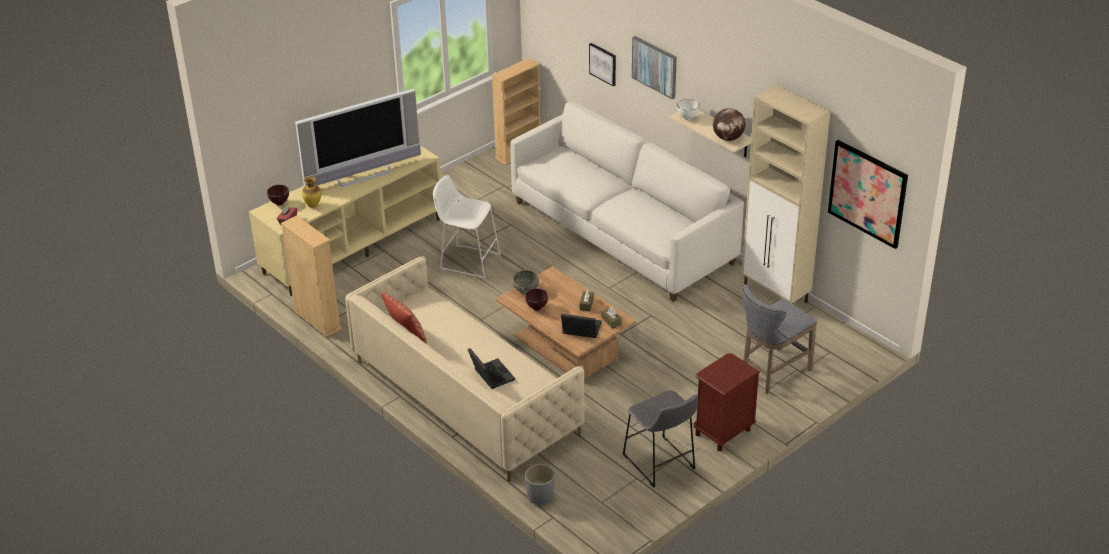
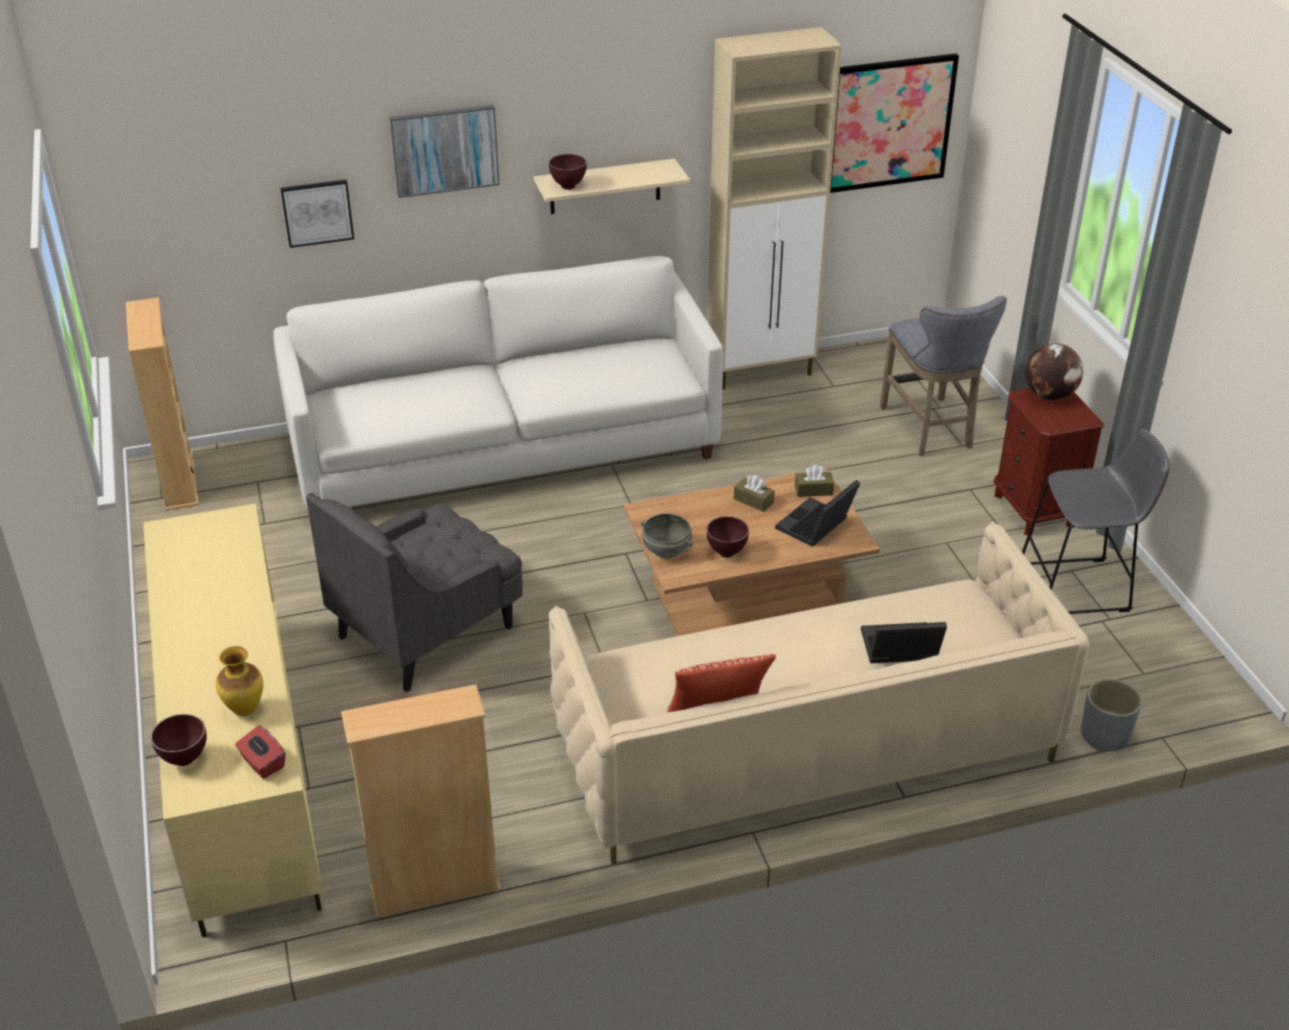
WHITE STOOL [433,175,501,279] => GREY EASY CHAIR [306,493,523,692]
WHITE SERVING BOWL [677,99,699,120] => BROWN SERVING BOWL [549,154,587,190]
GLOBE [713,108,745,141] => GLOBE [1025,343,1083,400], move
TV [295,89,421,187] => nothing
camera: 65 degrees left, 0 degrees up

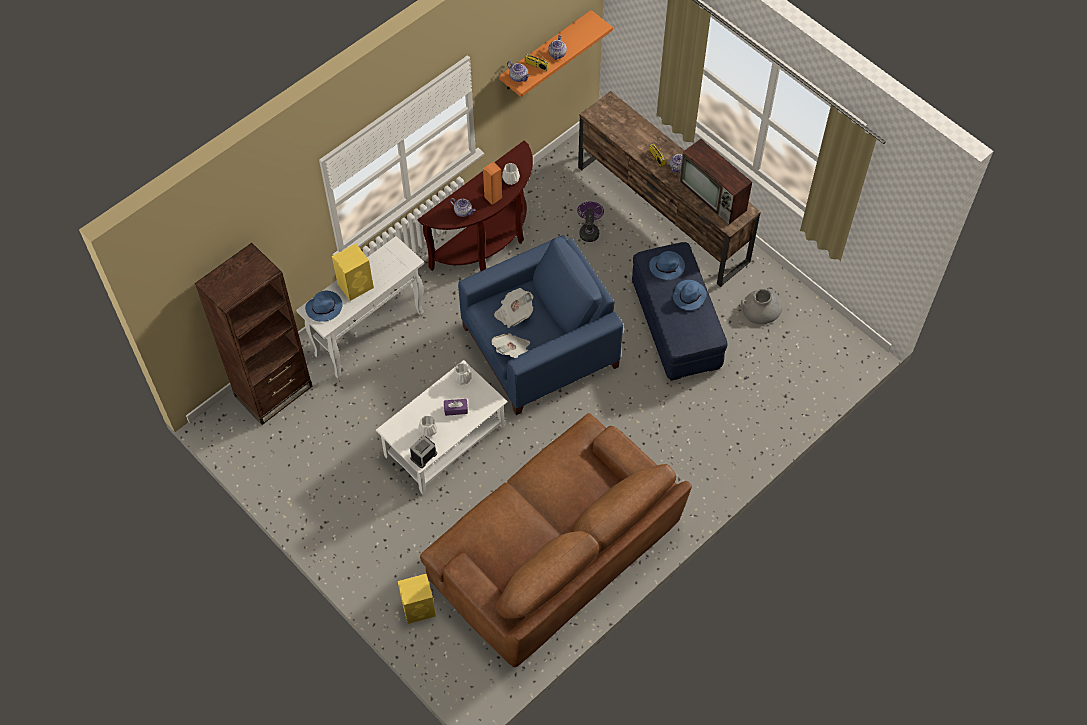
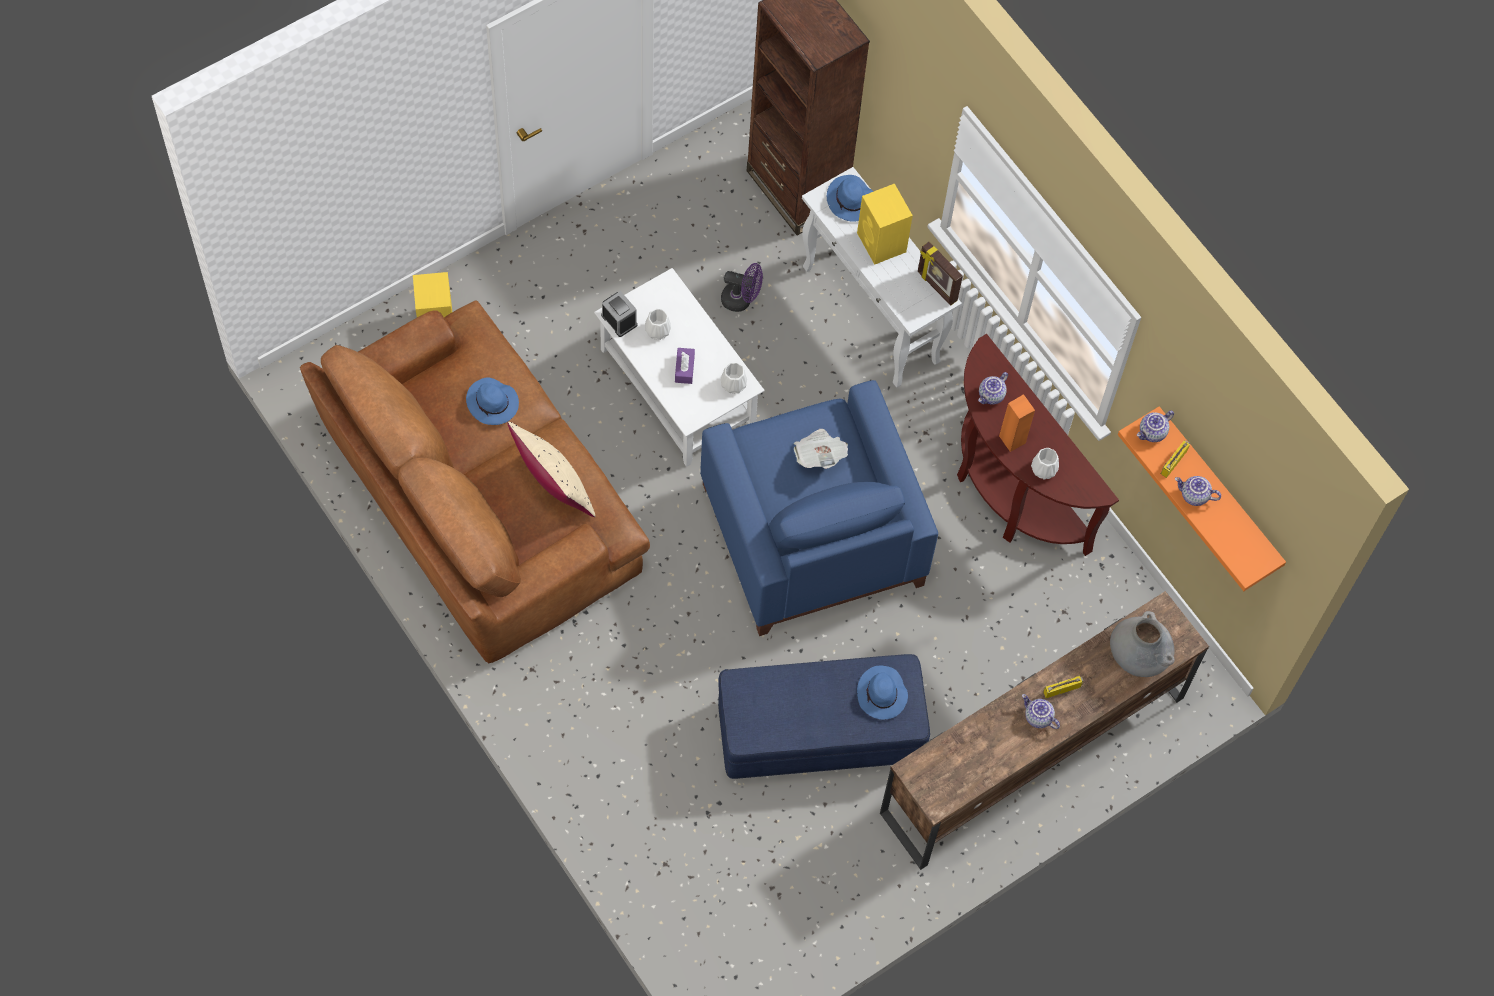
BLUE HAT [673,280,707,310] => BLUE HAT [466,377,519,425], move
nothing => SAND-COLOURED CUSHION [507,422,595,517]
PURPLISH FAN [577,202,604,242] => PURPLISH FAN [721,263,763,312], move
nothing => STANDING FRAME [918,242,963,305]
GREY DECORATIVE VASE [741,287,782,324] => GREY DECORATIVE VASE [1110,611,1175,677], move
PRINTED PAPER [491,333,530,358] => nothing
TV [679,139,752,224] => nothing
camera: 95 degrees right, 5 degrees up

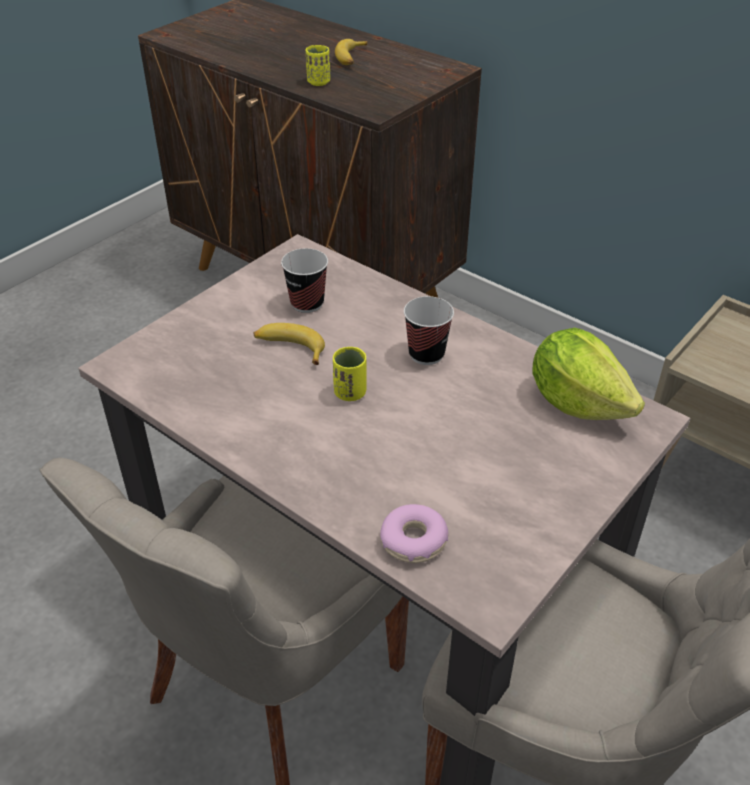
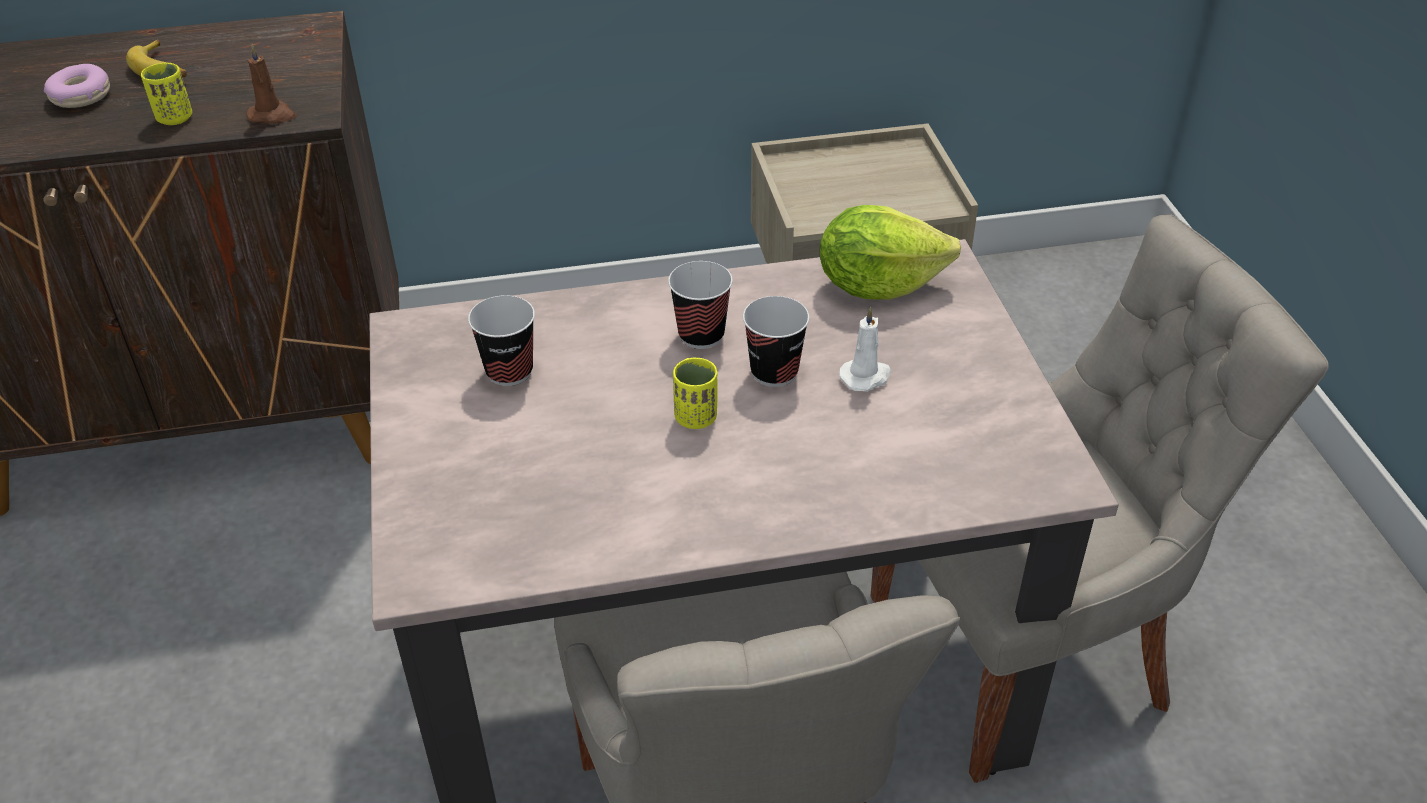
DONUT [380,504,449,563] => DONUT [44,64,110,108], move
nothing => BROWN WAX LIGHT [247,44,296,124]
nothing => SMALL CUP [743,296,809,387]
nothing => WHITE WAX LIGHT [839,307,891,391]
BANANA FRUIT [253,323,325,365] => nothing
camera: 50 degrees left, 0 degrees up

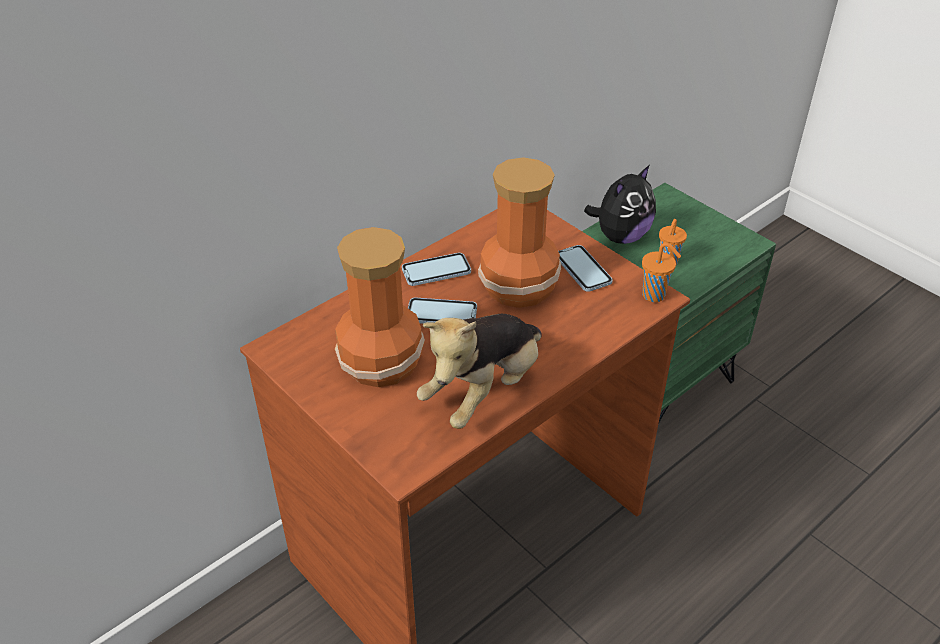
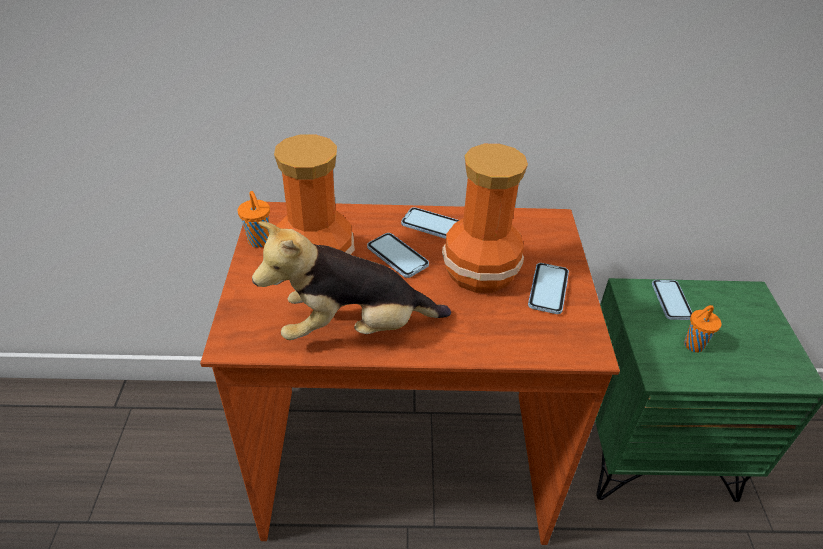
ORANGEY SMALL CUP [642,243,681,302] => ORANGEY SMALL CUP [238,191,270,248], move
SOFT TOY [584,165,656,244] => TELEPHONE [652,280,692,320]
camera: 40 degrees right, 0 degrees up

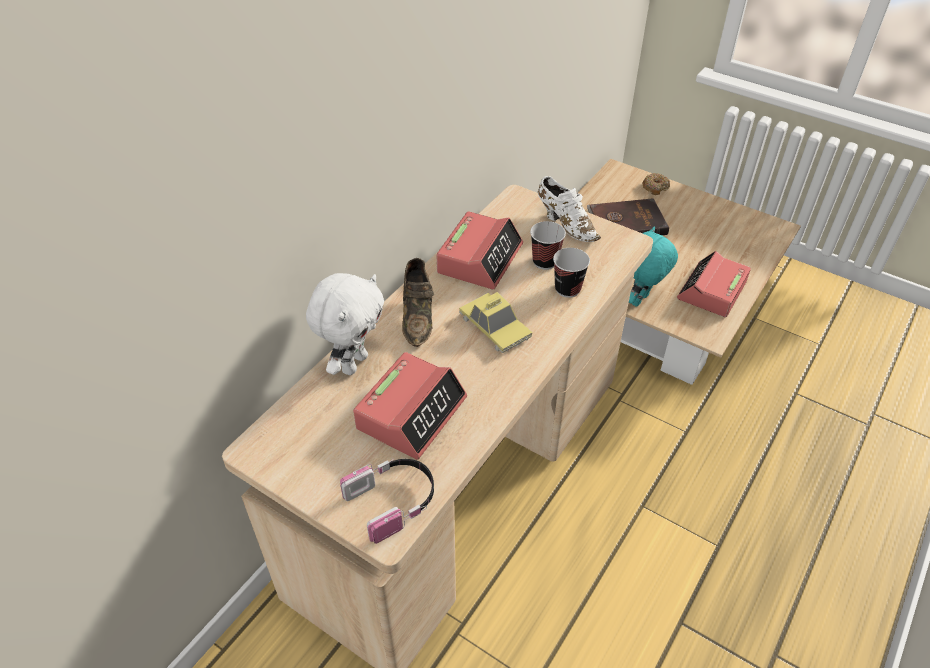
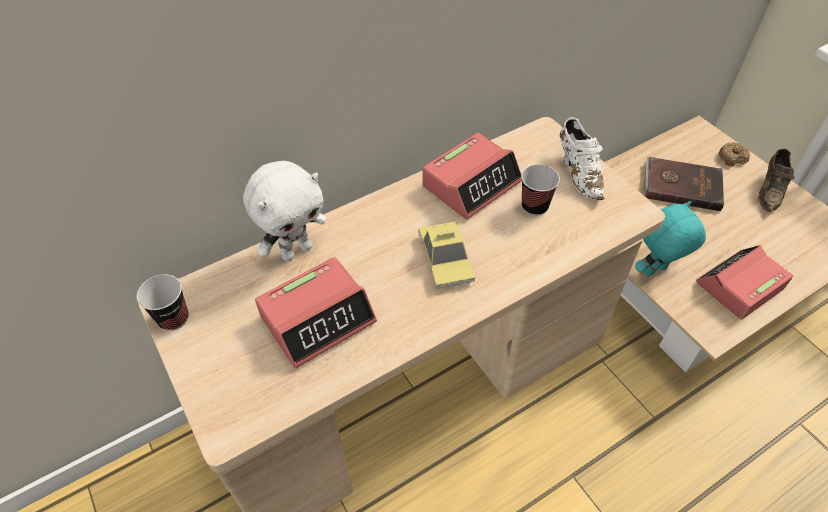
SMALL CUP [553,248,590,298] => SMALL CUP [137,274,188,331], move
BROWN ITEM OF FOOTWEAR [402,258,434,347] => BROWN ITEM OF FOOTWEAR [758,149,794,212], move
HEADPHONES [340,459,434,544] => nothing
camera: 25 degrees right, 5 degrees up

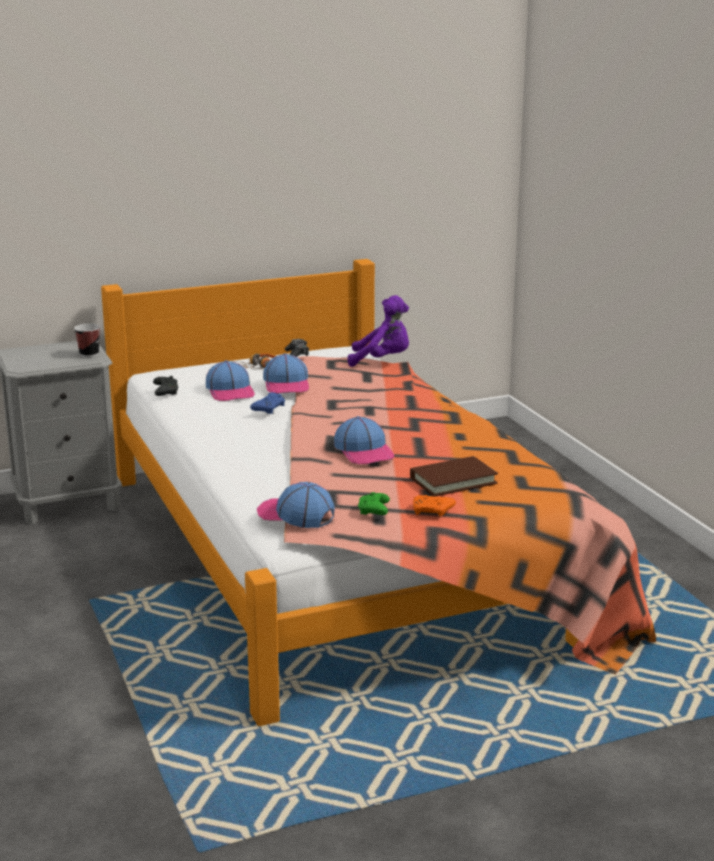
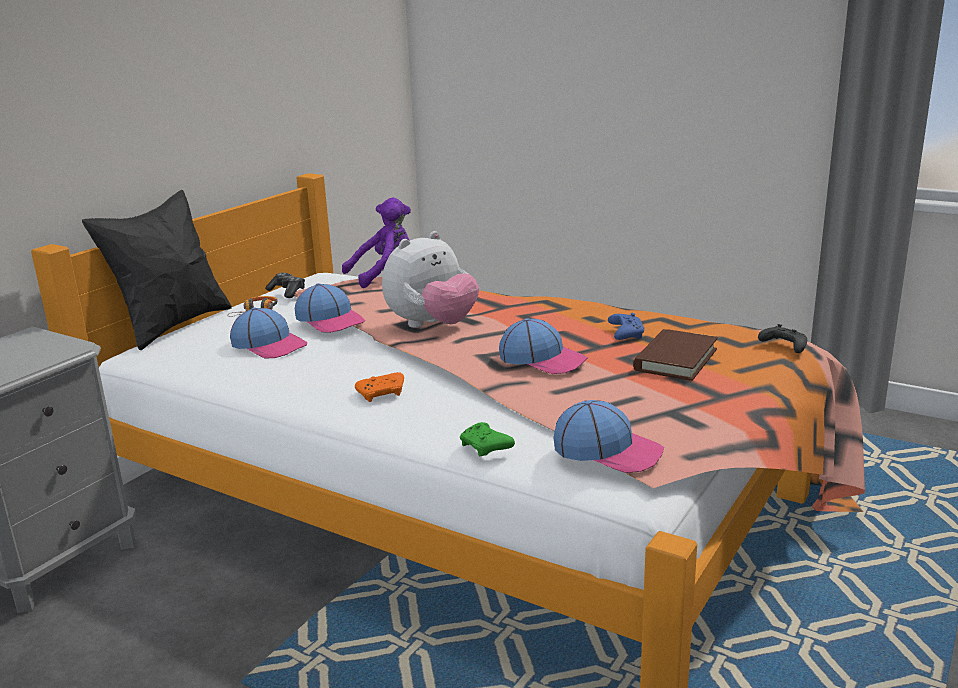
nothing => BLACK CUSHION [82,190,232,350]
ORANGEY JOYPAD [413,495,456,517] => ORANGEY JOYPAD [355,372,404,402], move
nothing => SOFT TOY [382,231,479,328]
GREEN JOYPAD [358,492,390,515] => GREEN JOYPAD [460,422,515,456], move
CAP [257,482,335,528] => CAP [553,400,664,473], 150 degrees counterclockwise
BLUE JOYPAD [250,392,285,414] => BLUE JOYPAD [608,313,645,340], move
BLACK JOYPAD [153,376,178,396] => BLACK JOYPAD [758,324,807,353], move
SMALL CUP [74,323,100,357] => nothing
camera: 35 degrees left, 0 degrees up

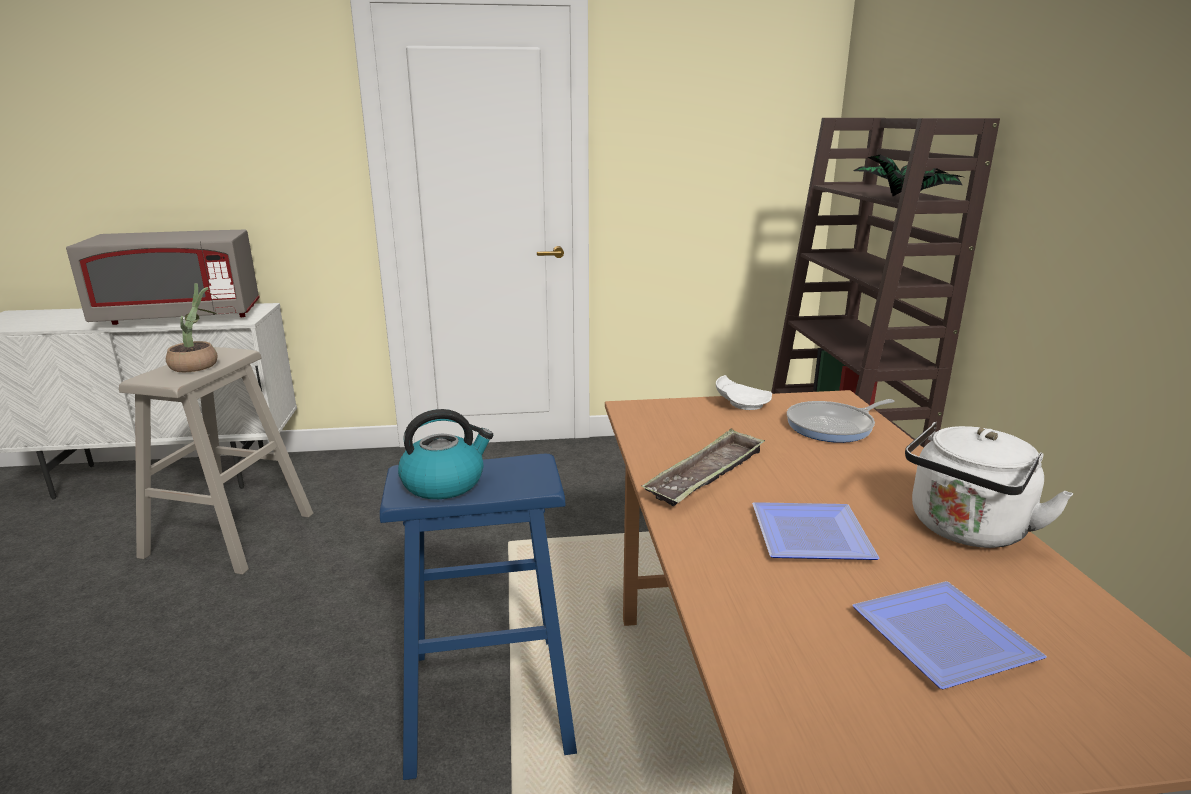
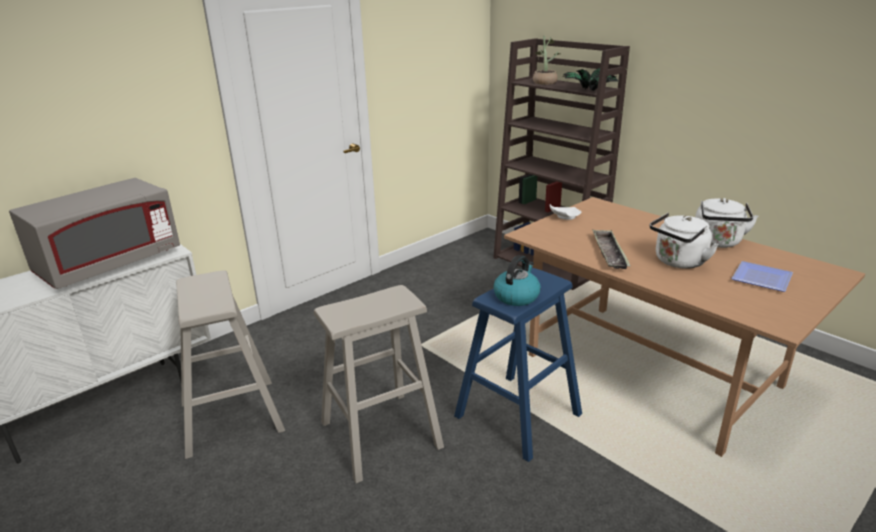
nothing => SAND-COLOURED STOOL [314,285,444,483]
HOUSEPLANT [166,283,219,372] => HOUSEPLANT [533,36,560,85], move
DINNER PLATE [752,502,879,560] => WHITE TEA KETTLE [650,213,719,269]
PAN [787,399,894,443] => nothing
camera: 35 degrees left, 5 degrees up

